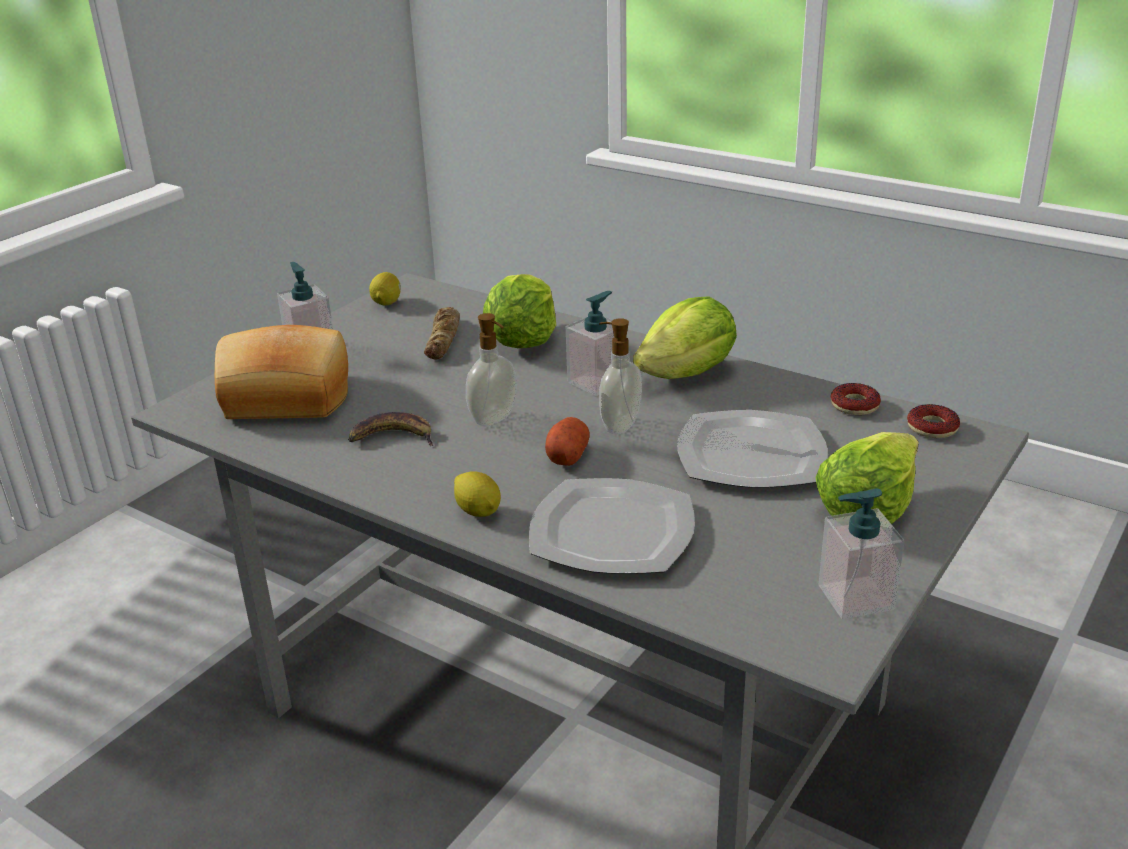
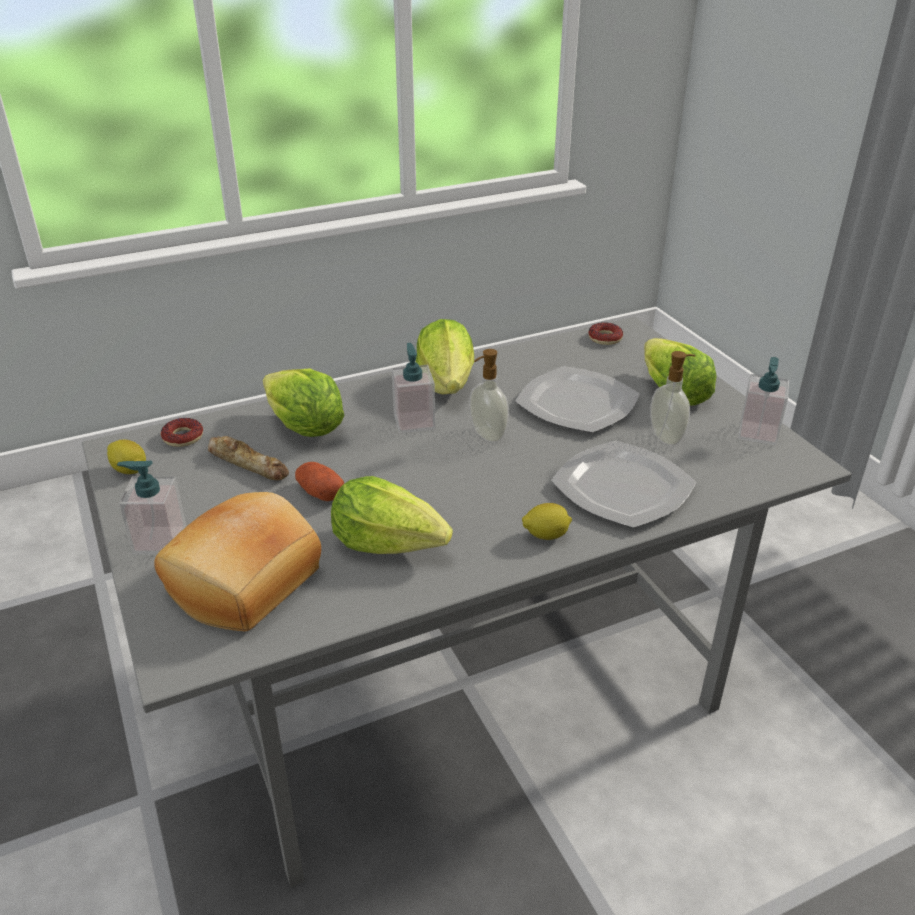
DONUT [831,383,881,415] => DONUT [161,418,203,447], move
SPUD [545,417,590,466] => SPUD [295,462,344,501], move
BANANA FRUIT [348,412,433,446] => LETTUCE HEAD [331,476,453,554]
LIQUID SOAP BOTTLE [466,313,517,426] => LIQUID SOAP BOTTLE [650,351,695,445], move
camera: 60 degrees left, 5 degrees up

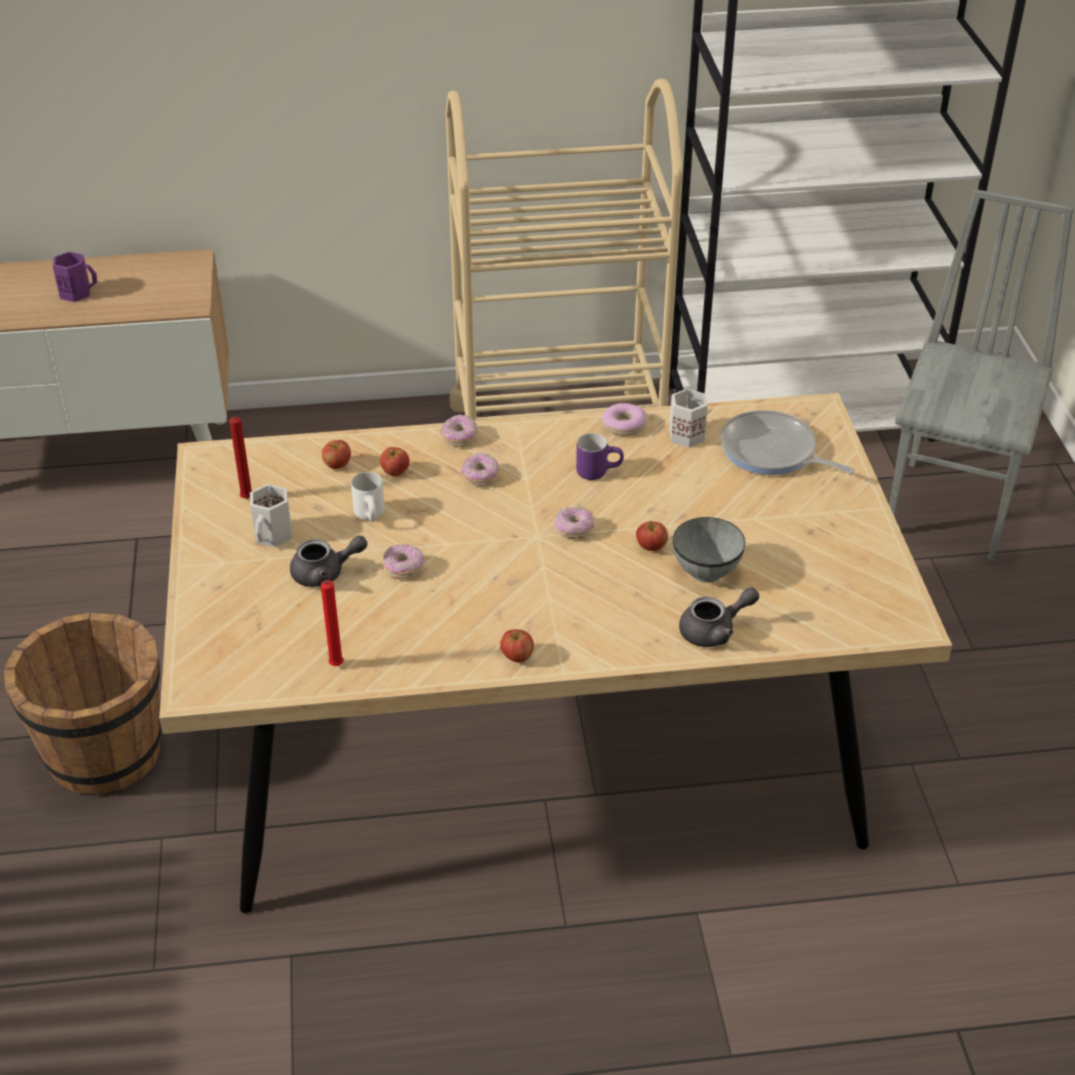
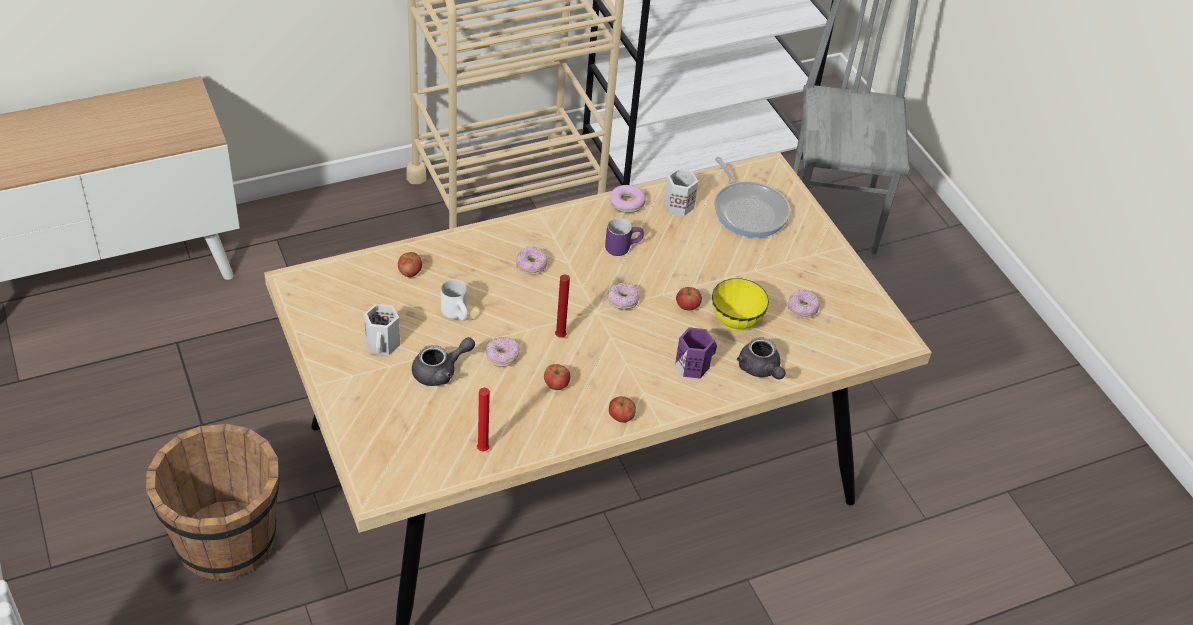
APPLE [380,447,410,476] => APPLE [544,364,570,390], move
RED WAX LIGHT [229,416,252,499] => RED WAX LIGHT [555,275,570,338], move
PURPLISH COFFEE MUG [53,252,97,302] => PURPLISH COFFEE MUG [675,327,717,378], move
GREY SERVING BOWL [673,517,746,583] => YELLOW-COLOURED SERVING BOWL [712,278,769,331]
PAN [720,410,855,475] => PAN [714,157,790,238], 135 degrees counterclockwise
GREY POT FOR TEA [679,587,759,647] => GREY POT FOR TEA [737,337,786,379], 105 degrees clockwise
DONUT [441,414,478,447] => DONUT [788,289,820,319], move
camera: 20 degrees left, 5 degrees up

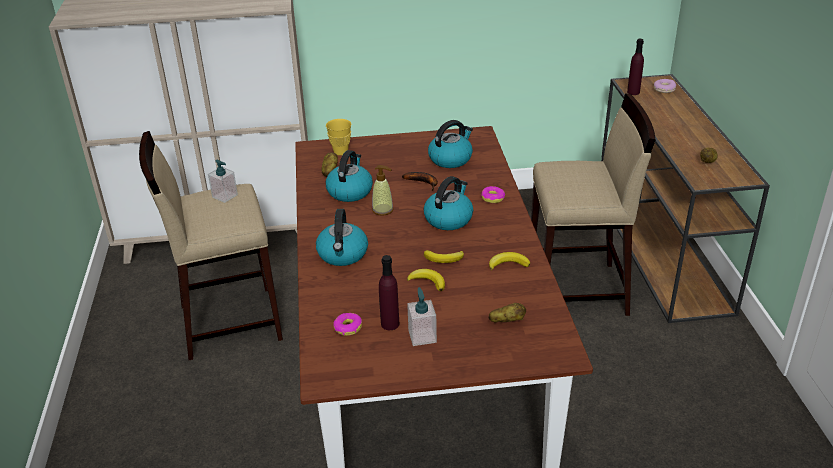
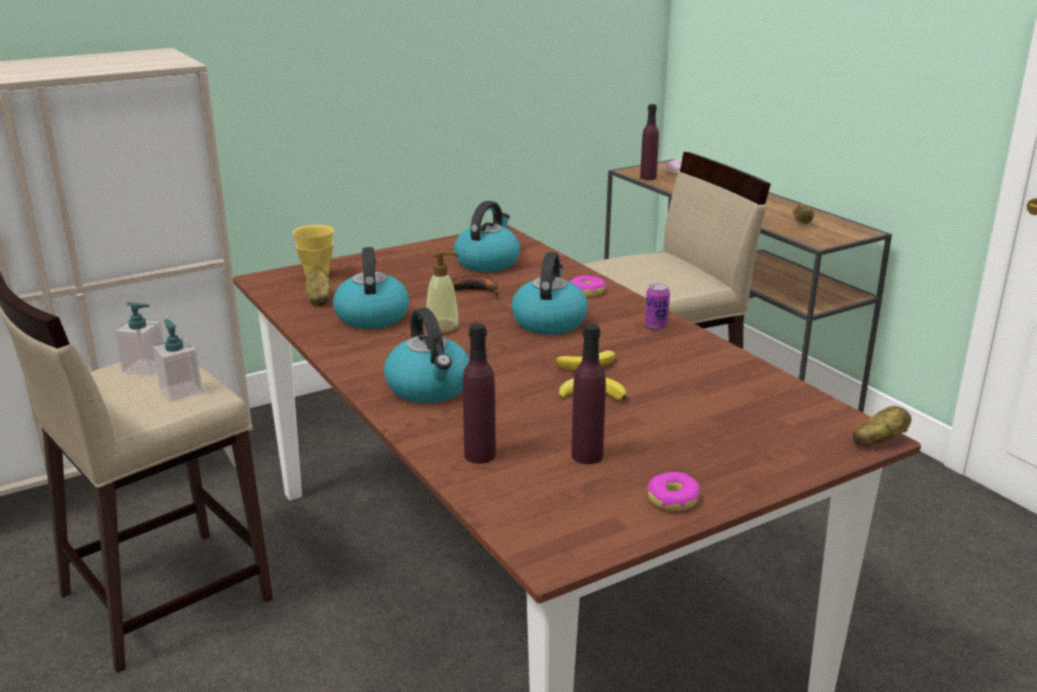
LIQUID SOAP BOTTLE [407,287,437,346] => LIQUID SOAP BOTTLE [153,319,203,401], move
nothing => PURPLISH BOTTLE [463,323,496,464]
nothing => CAN [645,283,670,330]
DONUT [333,313,362,336] => DONUT [648,472,700,511], move
SPUD [489,303,526,323] => SPUD [853,406,911,446], move
BANANA FRUIT [489,252,530,271] => nothing
camera: 25 degrees left, 10 degrees down

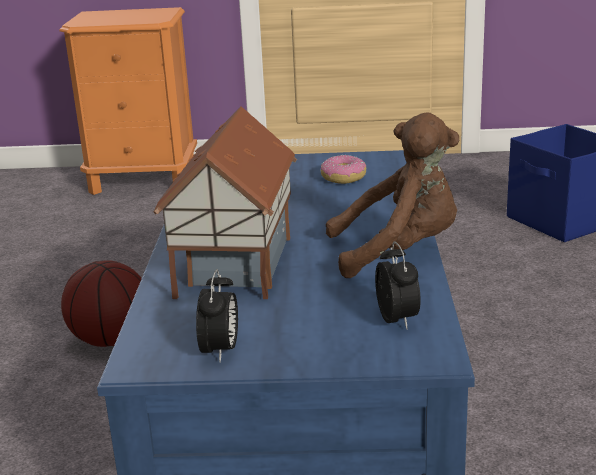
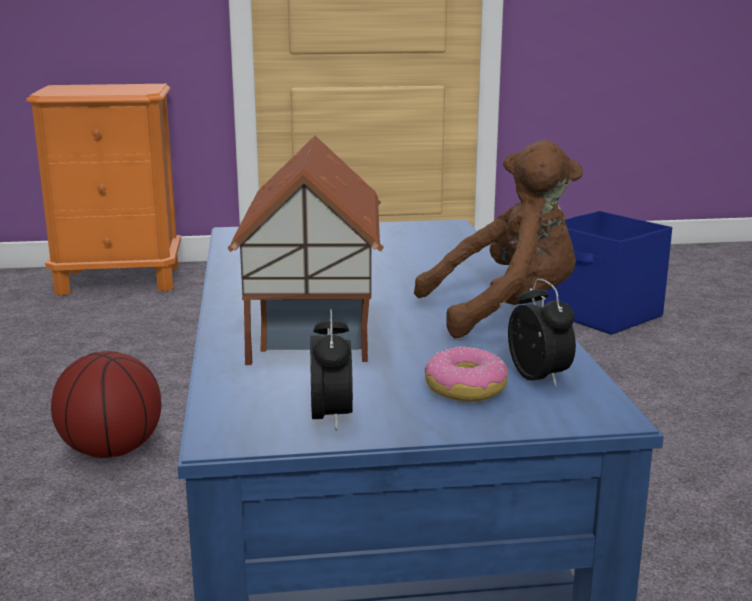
DONUT [321,155,366,184] => DONUT [425,346,508,402], move
camera: 10 degrees left, 5 degrees down

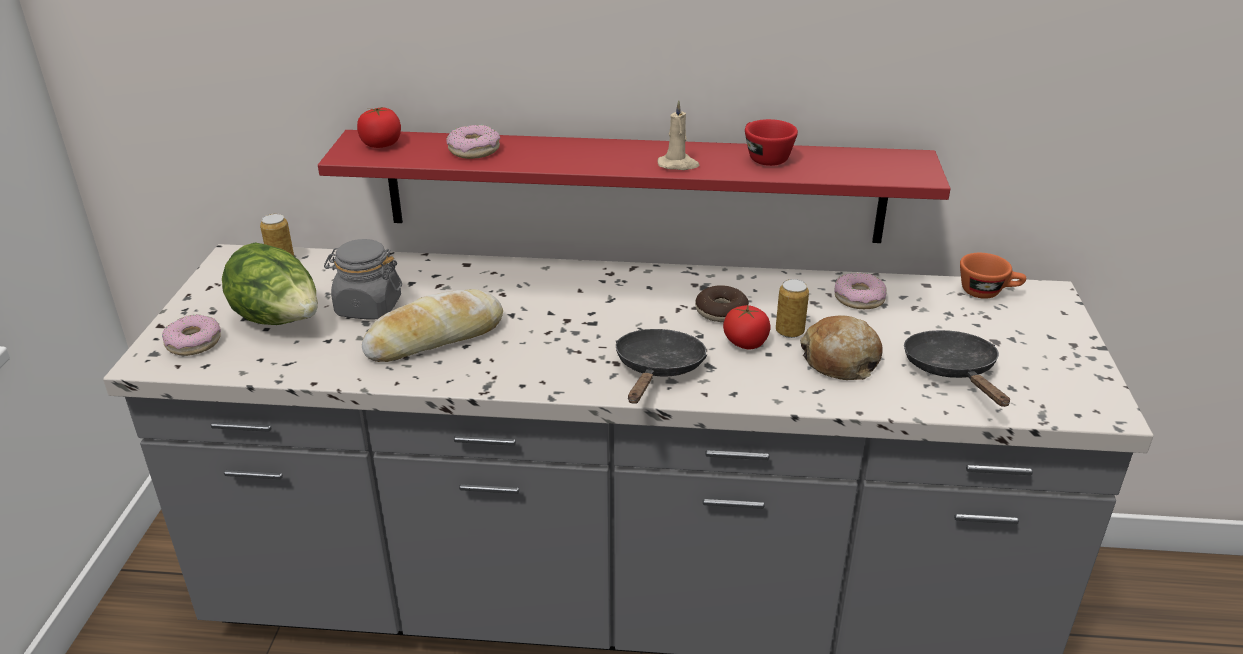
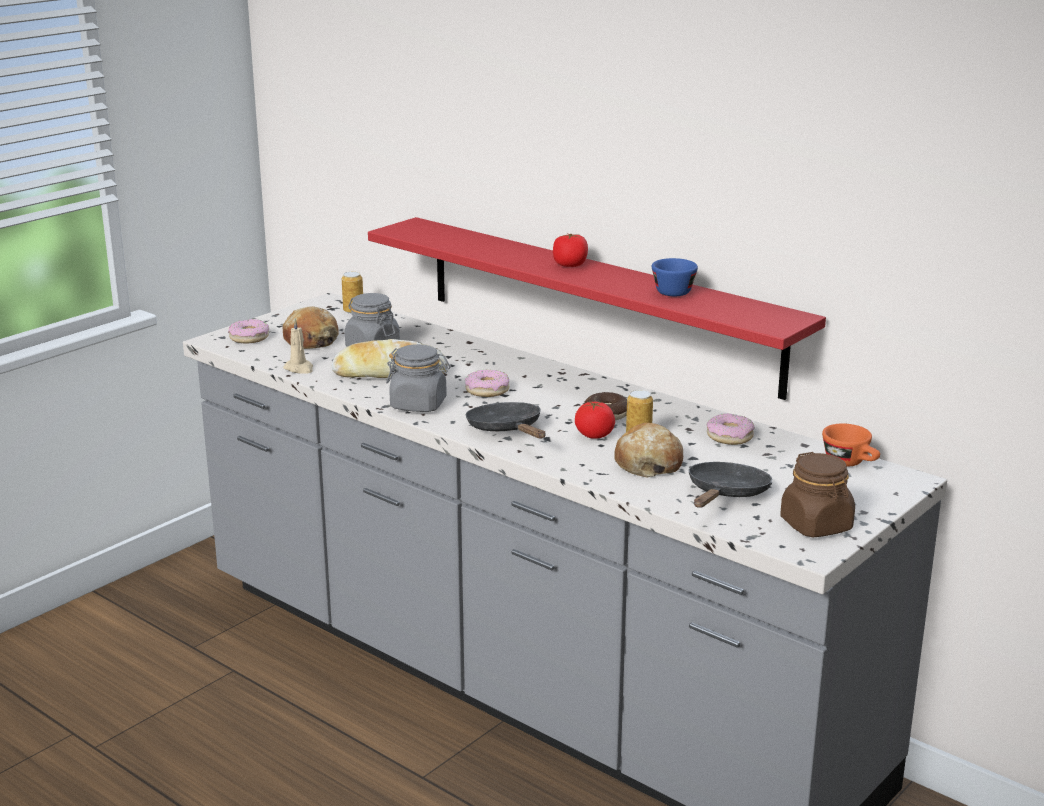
LETTUCE HEAD [222,242,318,325] => BAKERY BREAD [283,306,339,349]
SAND-COLOURED WAX LIGHT [658,100,700,170] => SAND-COLOURED WAX LIGHT [283,318,313,374], move
nothing => GREY PRESERVE JAR [386,344,450,412]
DONUT [446,125,500,159] => DONUT [465,370,509,397], move
BLACK PAN [616,329,707,404] => BLACK PAN [466,402,546,438], 75 degrees counterclockwise
WHOLE TOMATO [357,107,401,148] => WHOLE TOMATO [553,233,588,267], move
RED SMALL CUP [745,119,798,166] => BLUE SMALL CUP [652,258,698,296]
nothing => BROWN PRESERVE JAR [780,452,855,537]
camera: 35 degrees right, 10 degrees down

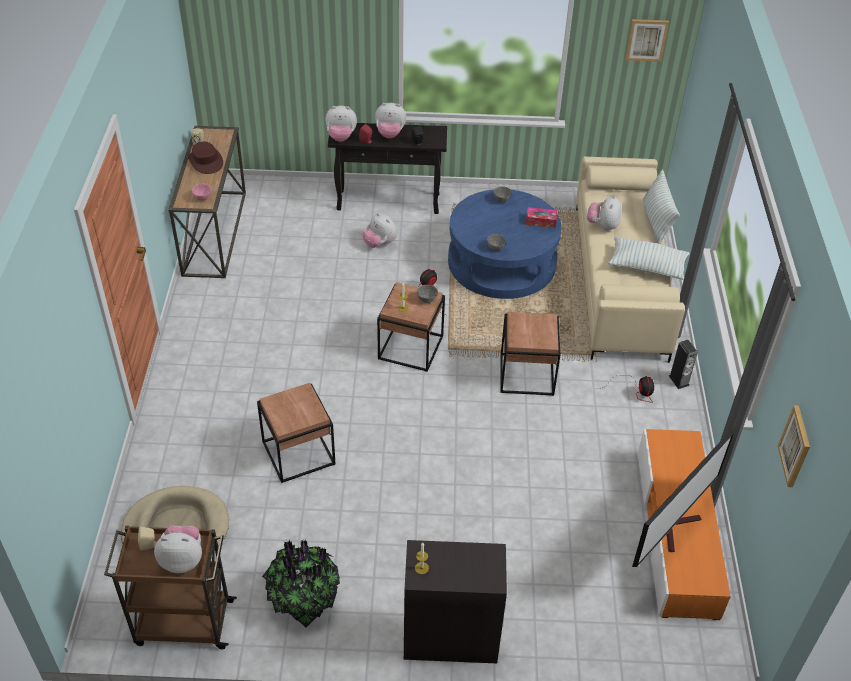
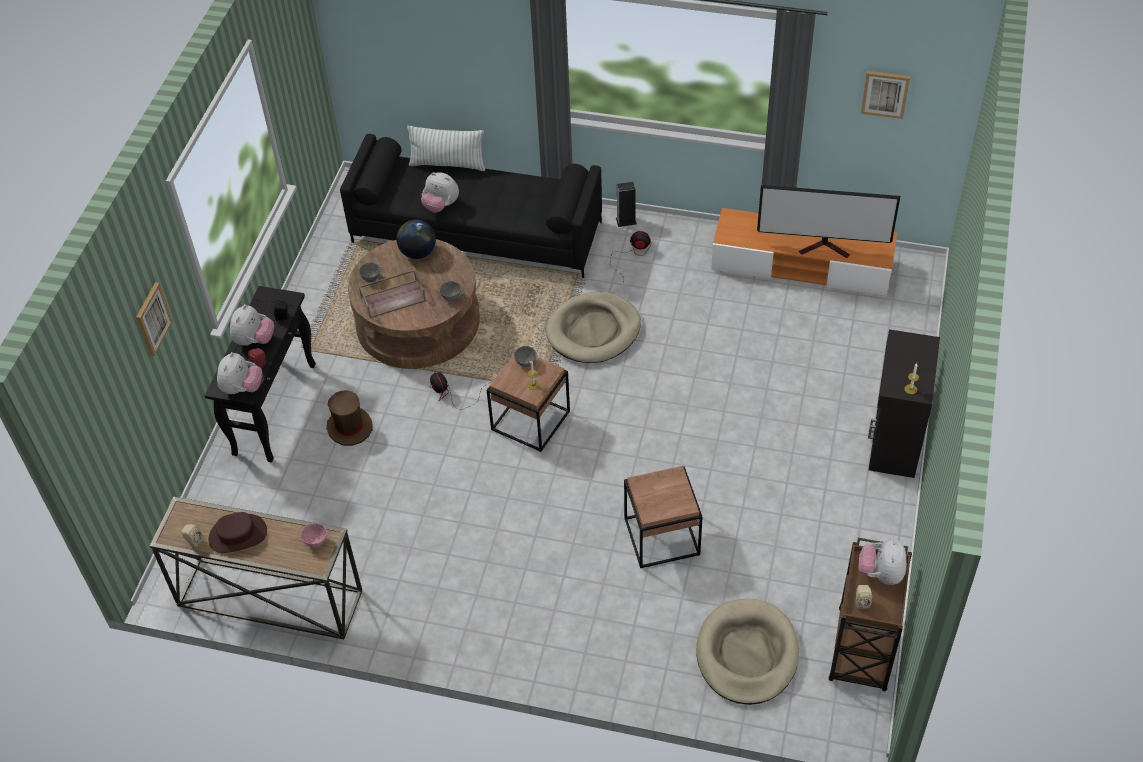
PICTURE [625,19,669,62] => PICTURE [136,282,173,356], move
SOFT TOY [362,213,397,248] => BROWN HAT [326,390,373,446]
SAND-COLOURED SETTEE [576,157,685,363] => BLACK SETTEE [340,134,602,278]
BLUE COFFEE TABLE [448,190,562,299] => BROWN COFFEE TABLE [348,239,480,369]
nothing => BROWN CARRYING TRAY [359,269,426,318]
TISSUE HOLDER [526,207,558,228] => GLOBE [396,220,436,259]
BROWN SIDE TABLE [500,312,560,396] => SAND-COLOURED DOG BED [546,292,641,363]
TV [632,429,733,567] => TV [757,185,900,258], 135 degrees clockwise
HOUSEPLANT [262,540,340,628] => nothing
CUSHION [608,237,689,280] => nothing
camera: 75 degrees left, 5 degrees up

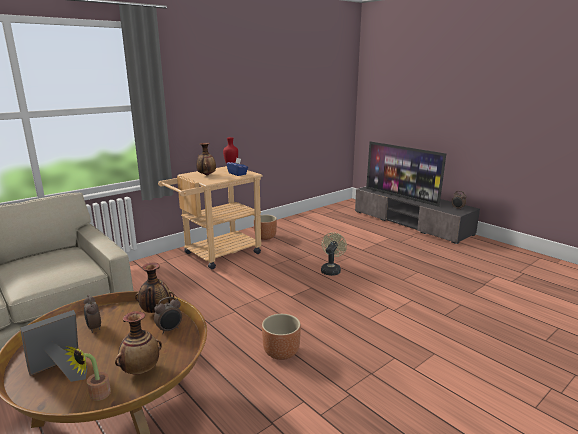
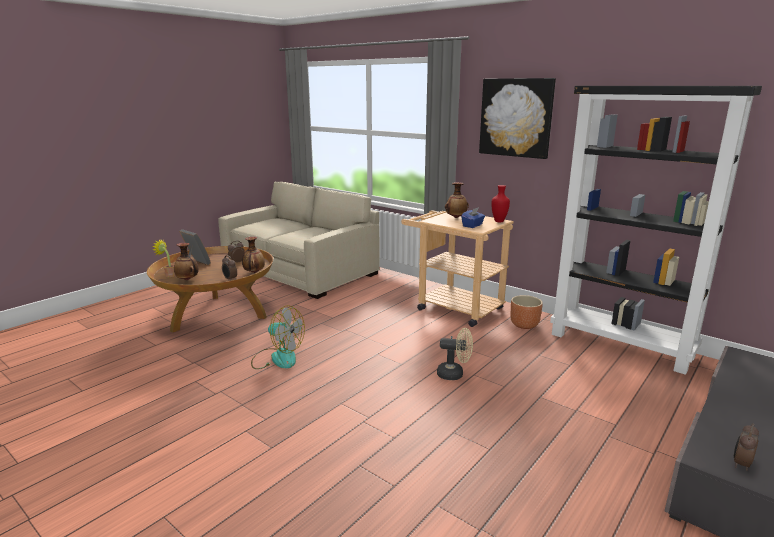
BROWN FLOWER POT [262,314,301,360] => FAN [251,305,305,369]
nothing => PICTURE [479,78,556,159]
nothing => BLACK BOOKCASE [550,86,762,375]
TV [366,141,446,207] => nothing
camera: 80 degrees right, 0 degrees up

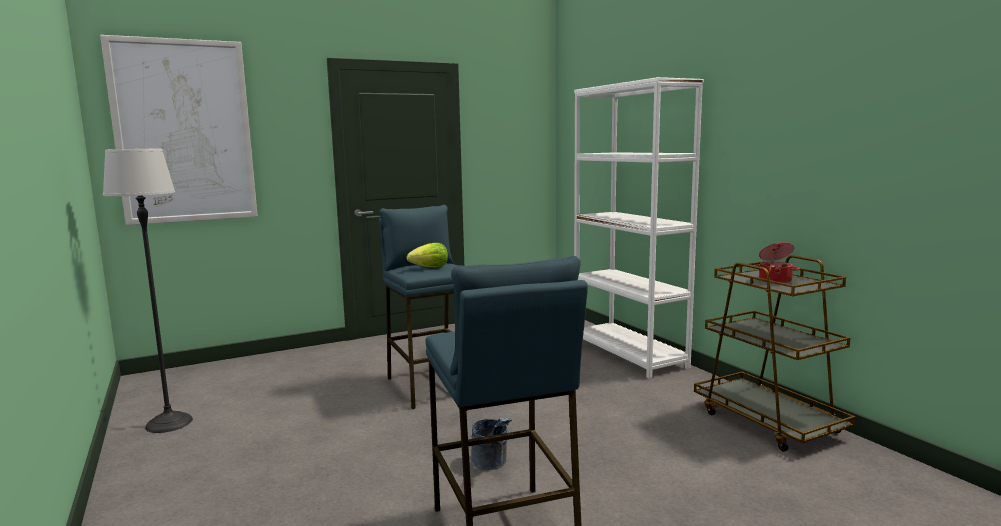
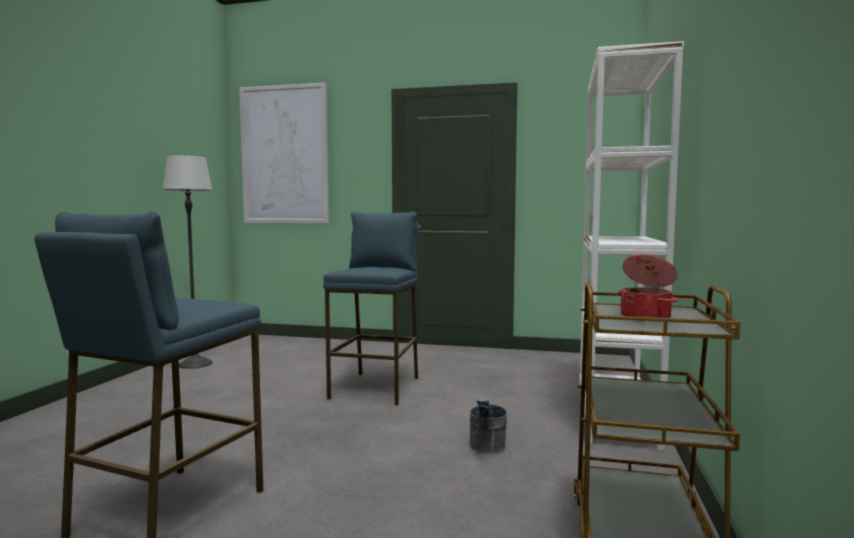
GREY WATER BUCKET [471,417,512,470] => GREY WATER BUCKET [469,397,507,454], move
LETTUCE HEAD [407,243,448,267] => nothing
camera: 40 degrees right, 5 degrees down

